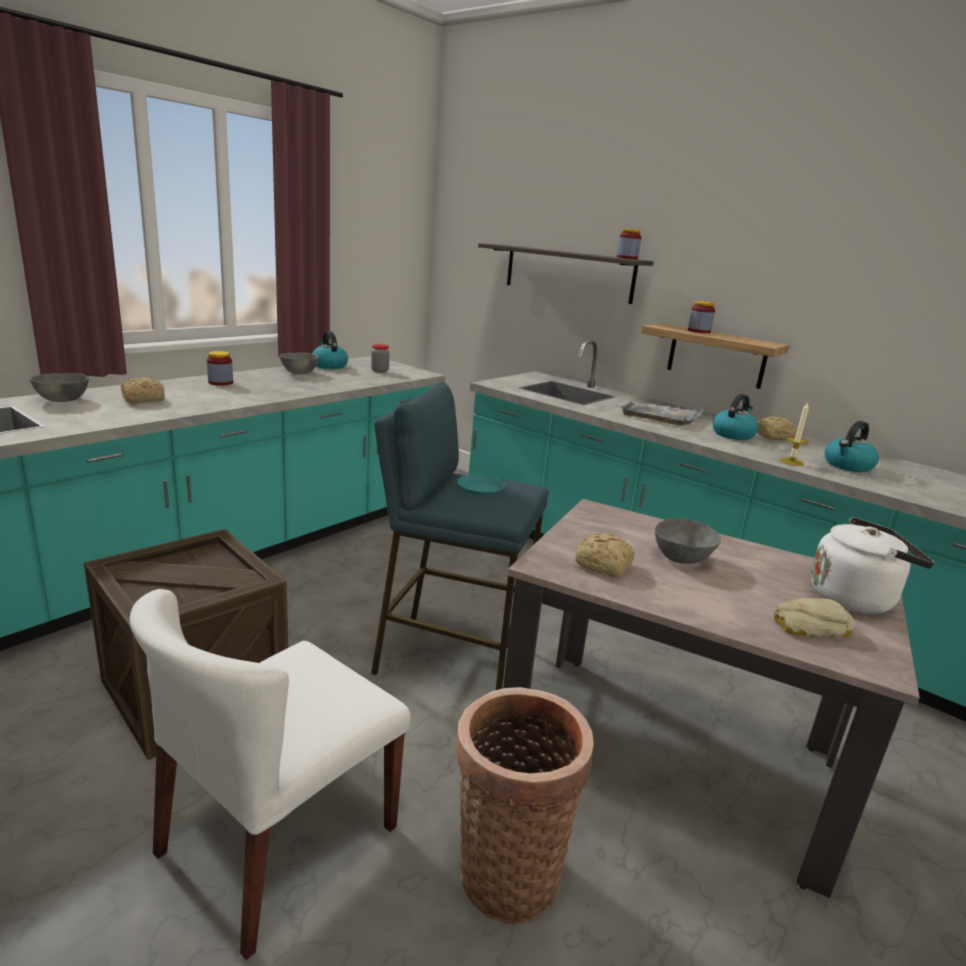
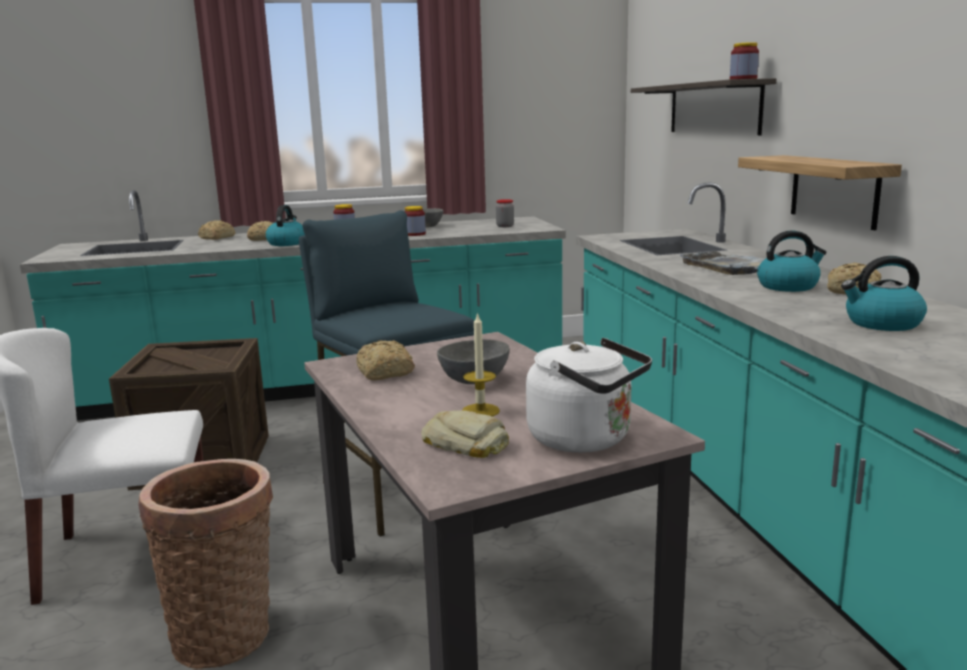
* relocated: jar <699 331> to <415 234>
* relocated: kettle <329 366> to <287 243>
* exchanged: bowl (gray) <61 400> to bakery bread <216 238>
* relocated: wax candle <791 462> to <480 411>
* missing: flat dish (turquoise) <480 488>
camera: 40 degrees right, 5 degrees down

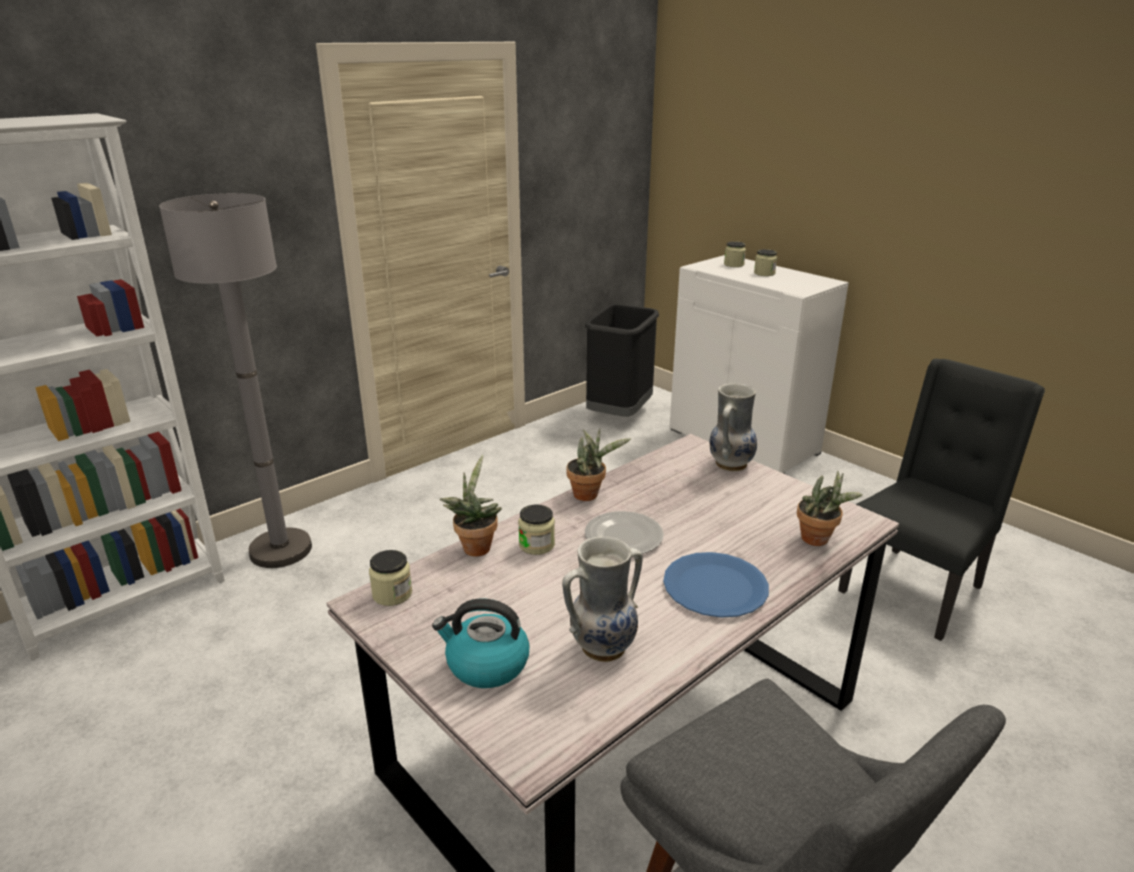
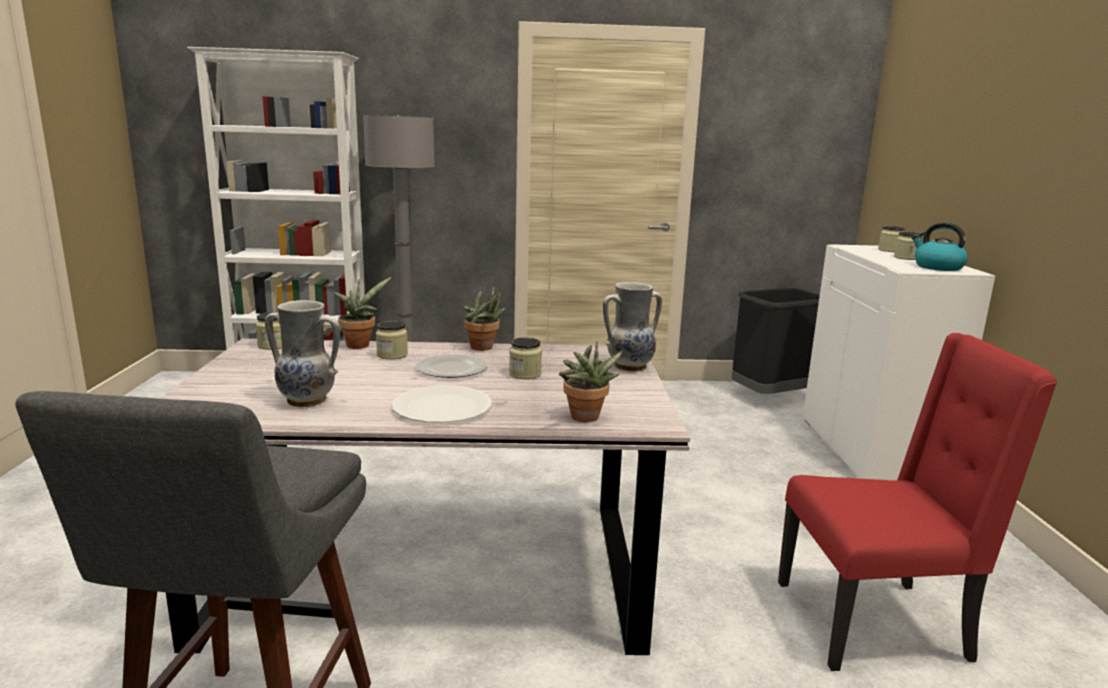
* colour: chair (black) <913 589> to chair (red) <875 622>
* colour: flat dish (blue-coloured) <715 587> to flat dish (whitish) <442 407>
* relocated: kettle <486 665> to <937 267>
* appeared: jar <525 374>
camera: 40 degrees right, 10 degrees down

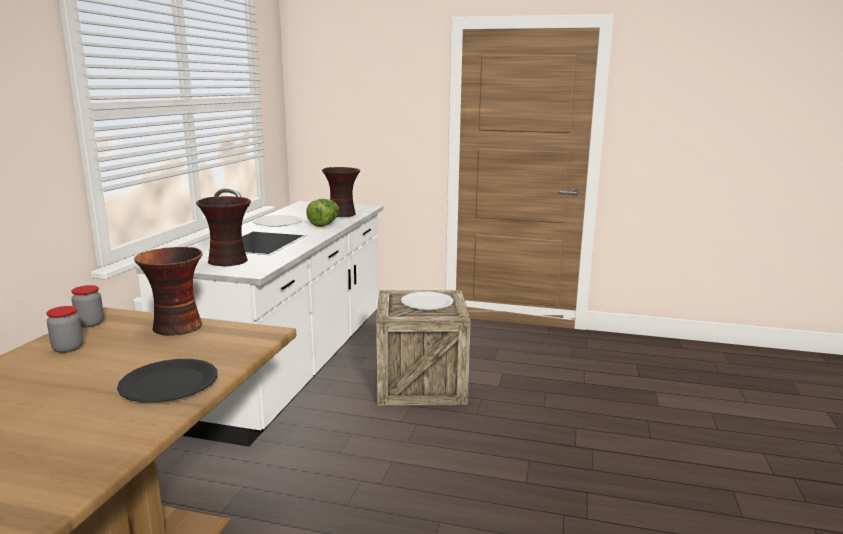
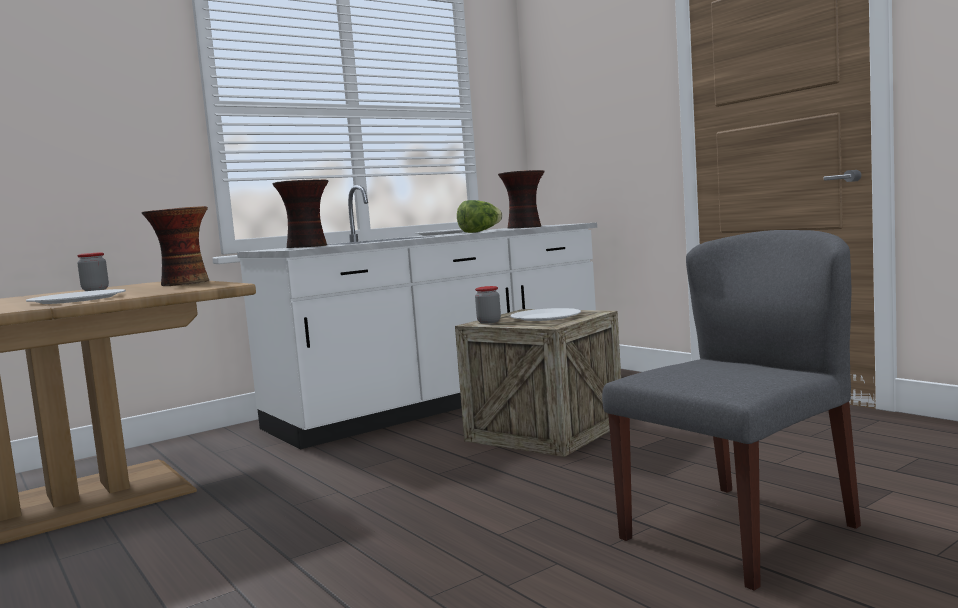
* relocated: jar <90 323> to <489 322>
* colour: flat dish (black) <169 383> to flat dish (whitish) <77 299>
* appeared: chair (gray) <739 531>
camera: 40 degrees right, 10 degrees down

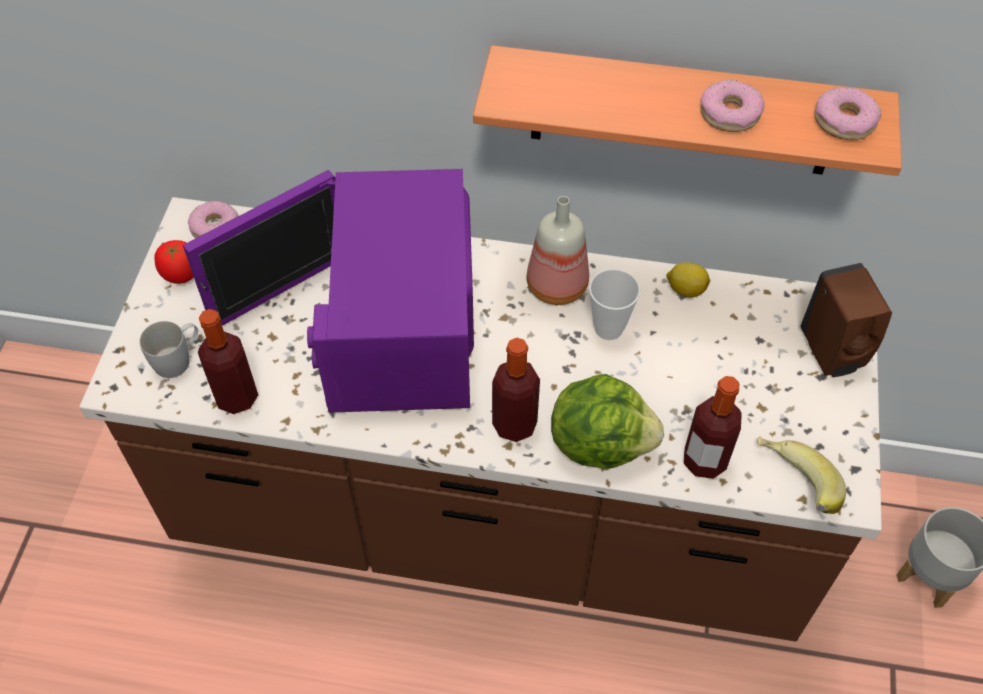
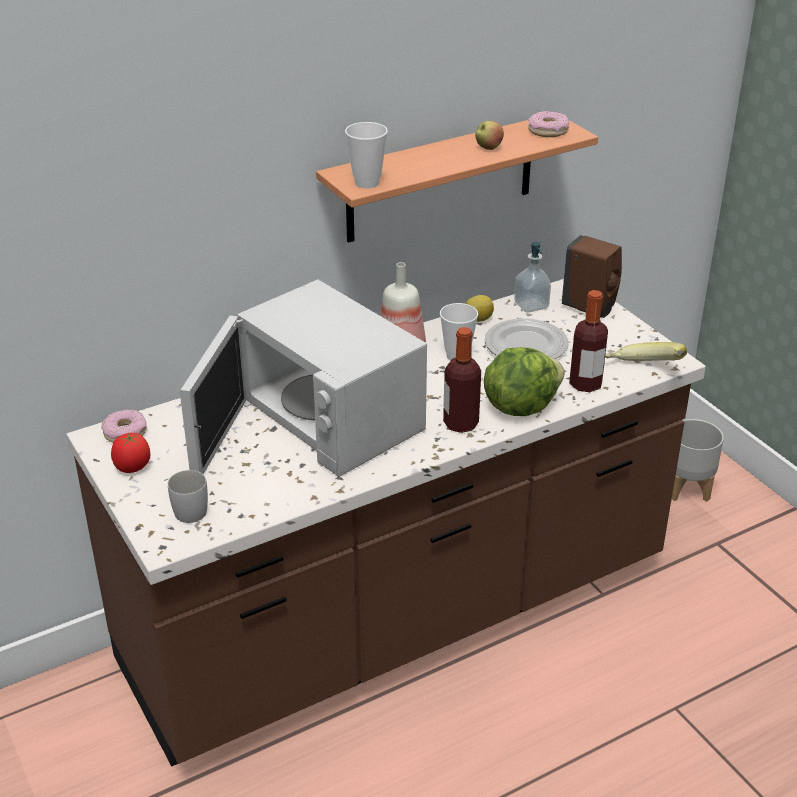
* exchanged: ring doughnut <730 113> to whole apple <488 148>
* colour: kitchen microwave (purple) <392 324> to kitchen microwave (whitish) <321 418>
* missing: bottle <236 397>
* appeared: small cup <367 183>
* appeared: liquid soap bottle <531 305>
* appeared: flat dish <527 344>
camera: 40 degrees left, 20 degrees down

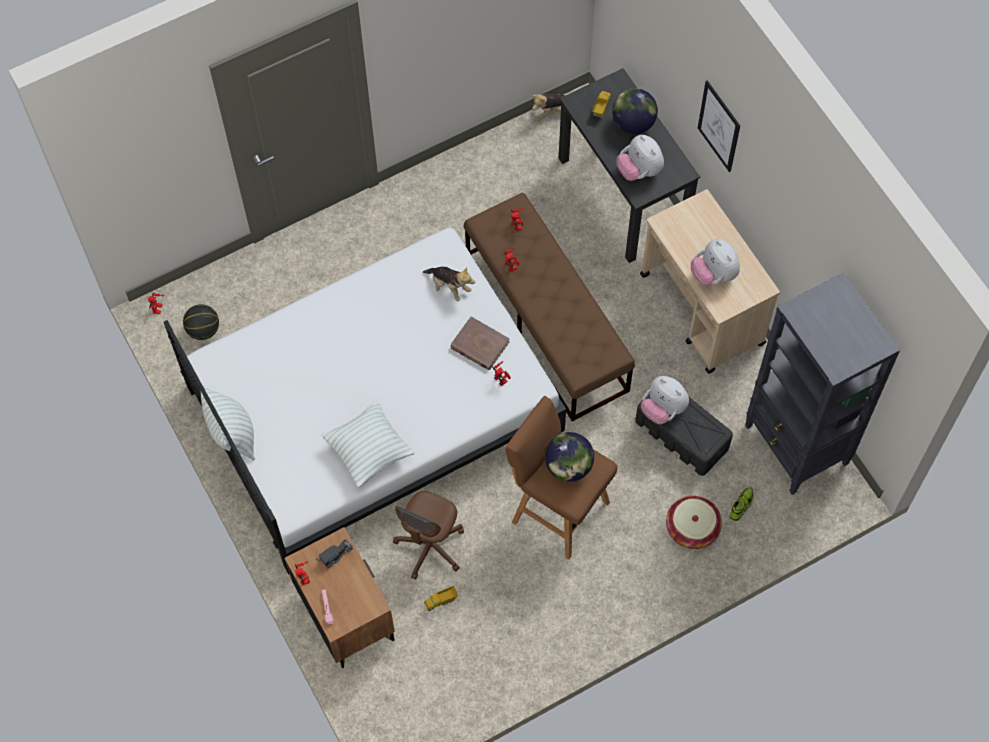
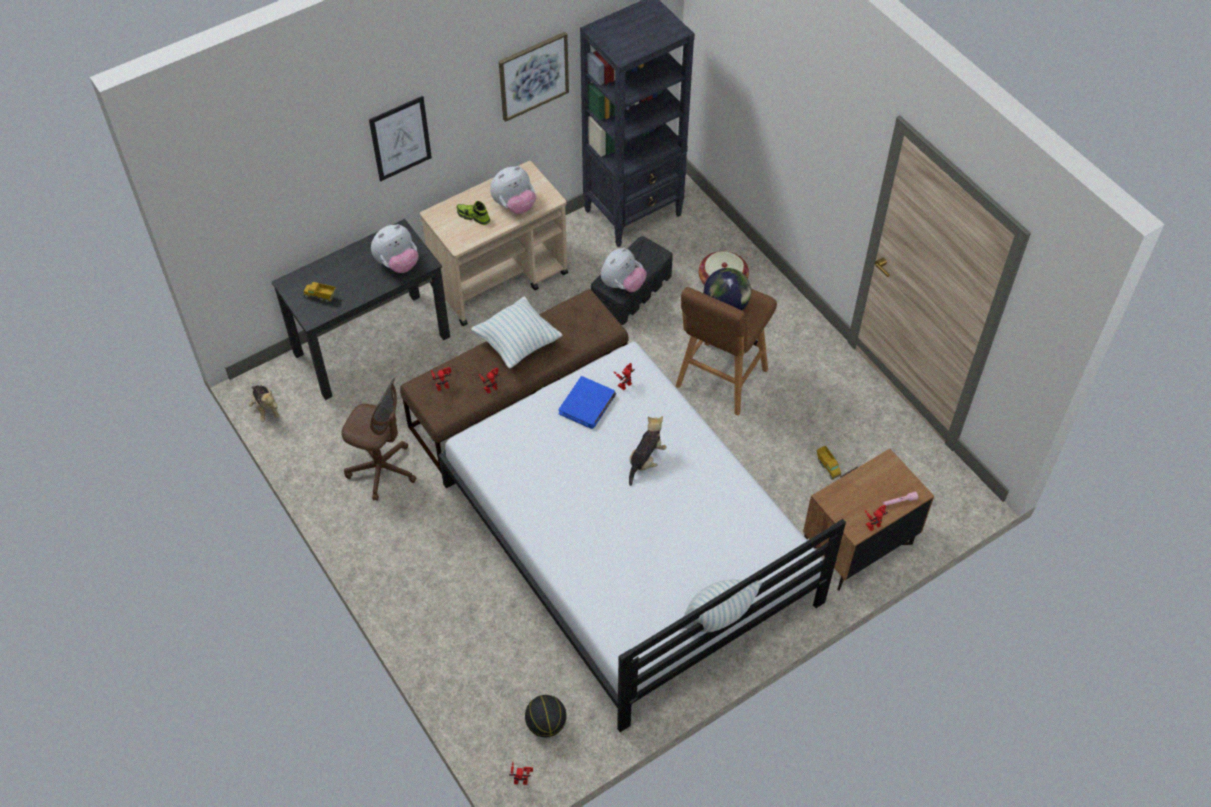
* missing: desk globe <633 123>
* relocated: soft toy <449 287> to <646 460>
* colour: bound book (brown-coloured) <479 345> to bound book (blue-coloured) <587 404>
* relocated: cushion <368 451> to <517 343>
* relocated: shoe <741 505> to <473 217>
* relocated: desk chair (brown-coloured) <430 547> to <382 470>
* missing: toy lorry <335 555>
* appeared: picture <533 76>
camera: 95 degrees left, 10 degrees down

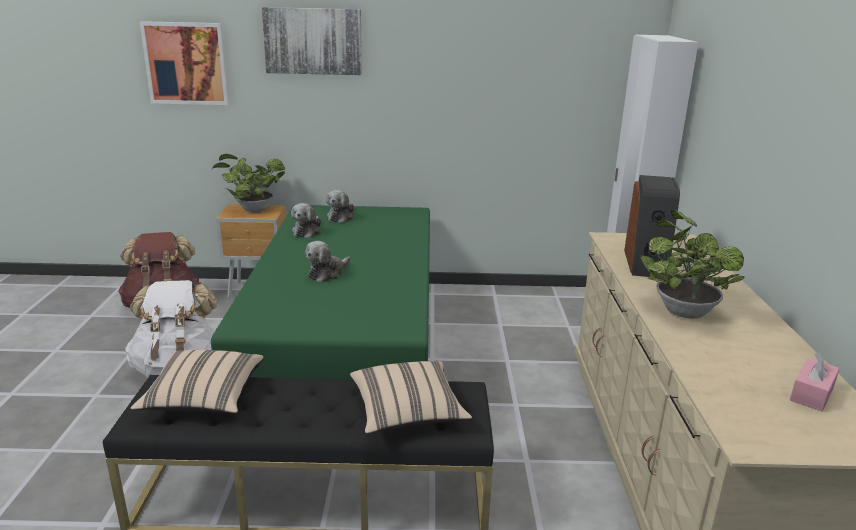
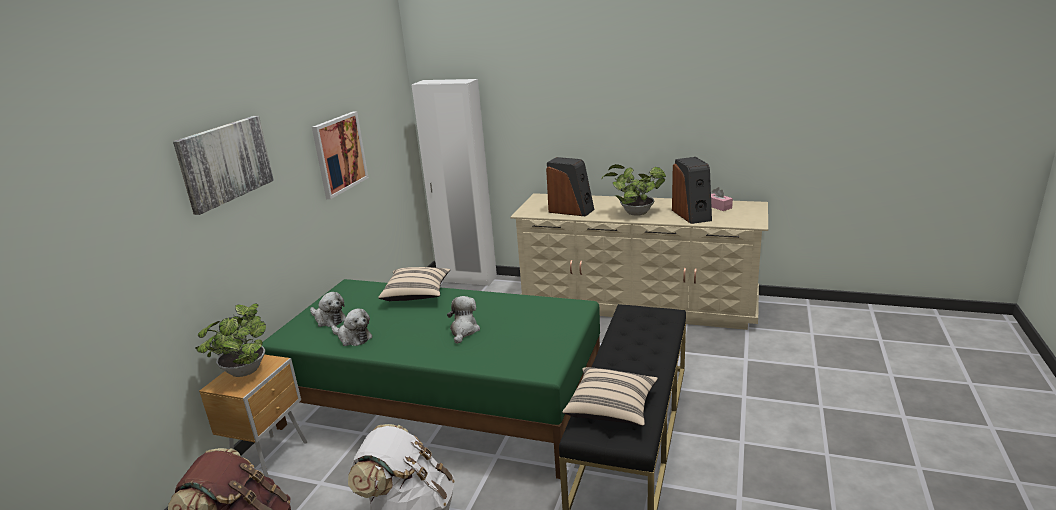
* relocated: picture <186 63> to <339 154>
* spun: soft toy <327 273> = <464 331> 135 degrees counterclockwise
* relocated: cushion (sand-coloured) <407 413> to <417 294>
* appeared: loudspeaker <692 215>
camera: 70 degrees left, 0 degrees up

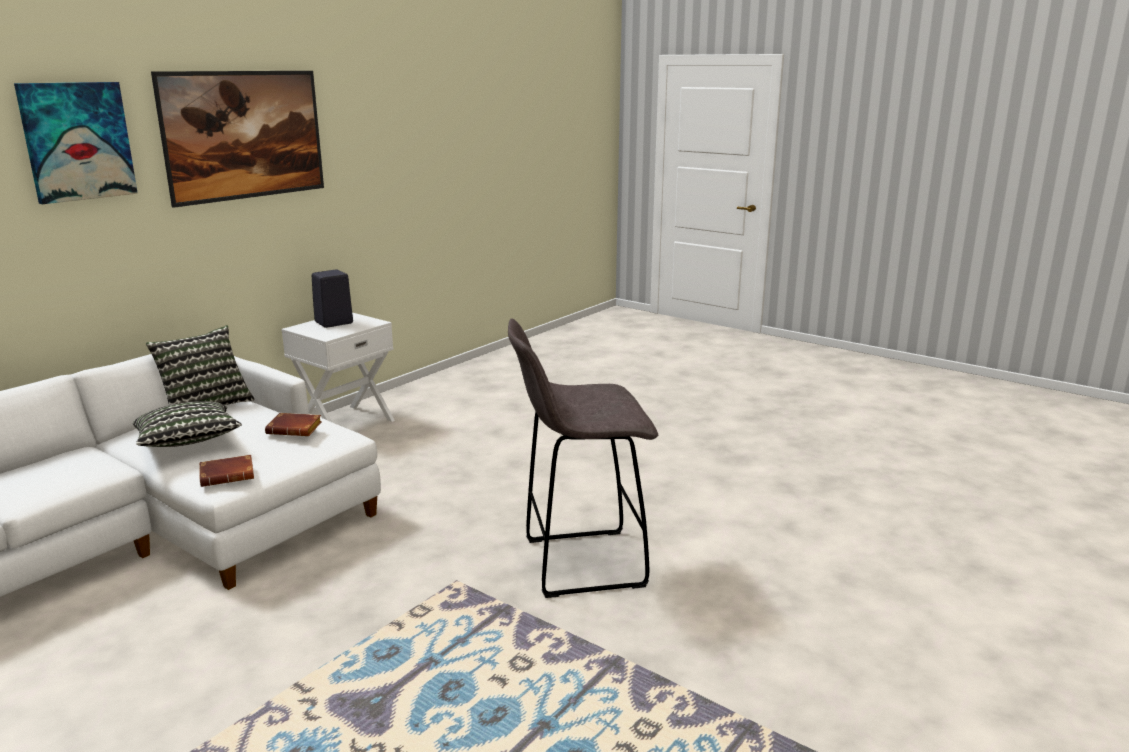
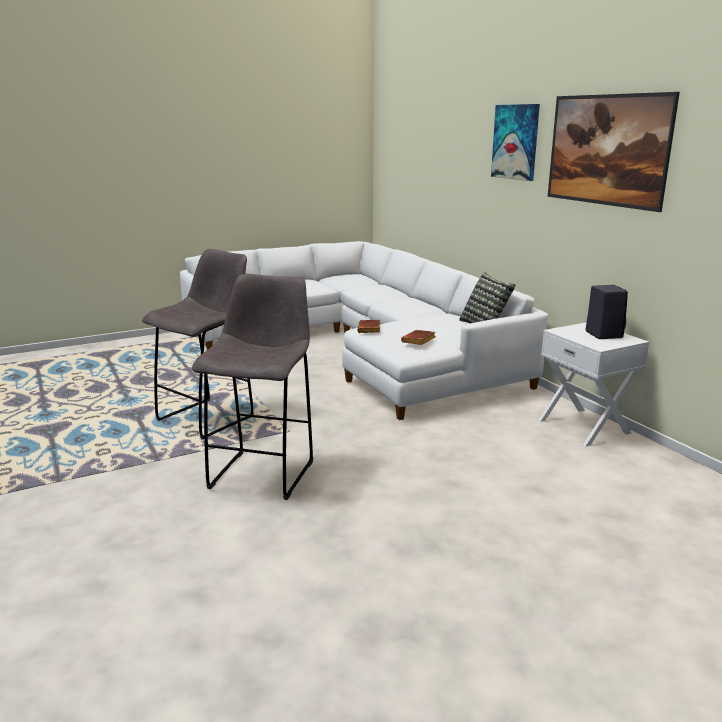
* missing: cushion <188 443>
* appeared: stool seat (gray) <208 418>
camera: 115 degrees right, 0 degrees up

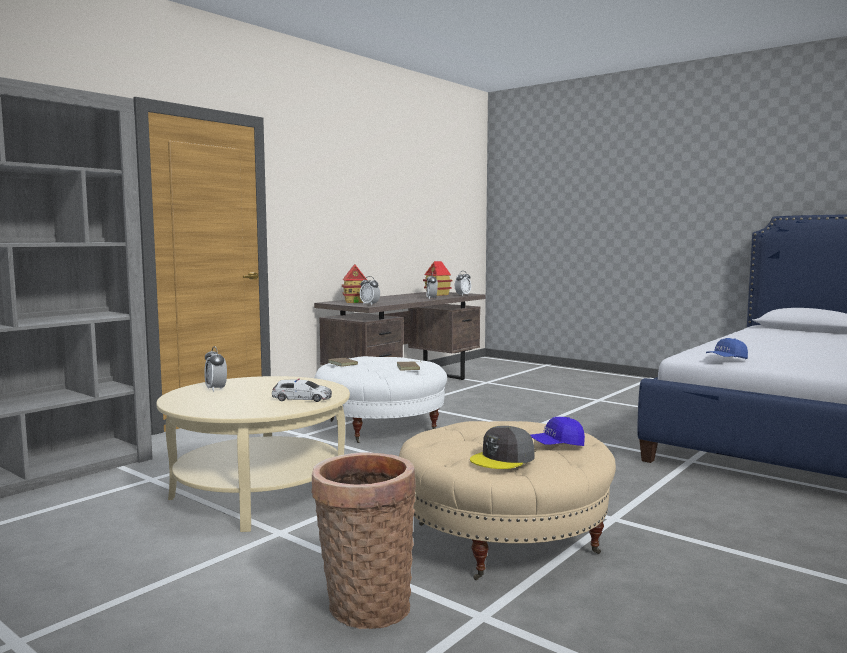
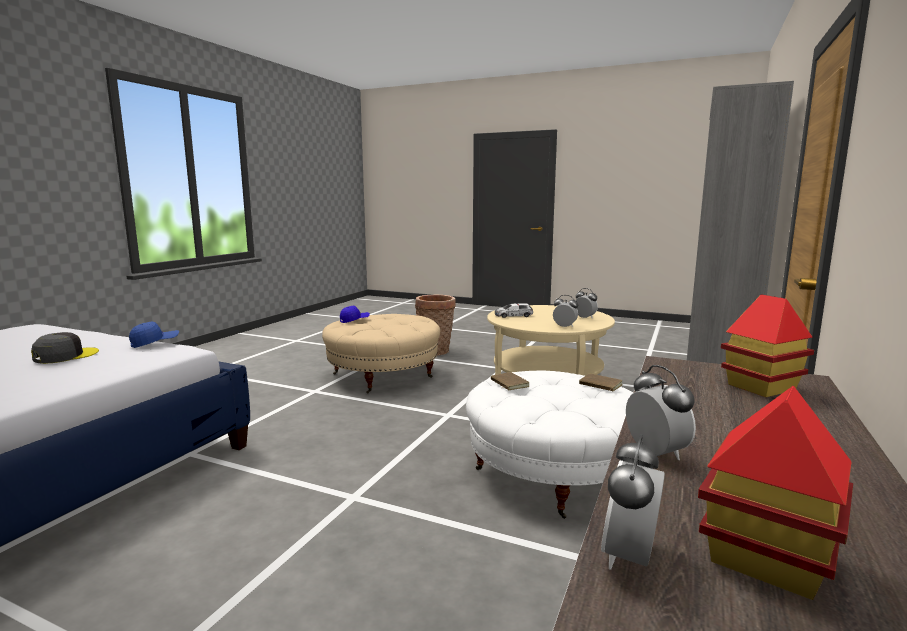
* relocated: bedside clock <369 304> to <564 327>
* relocated: peaked cap (gray) <503 458> to <65 356>
camera: 165 degrees right, 5 degrees up

